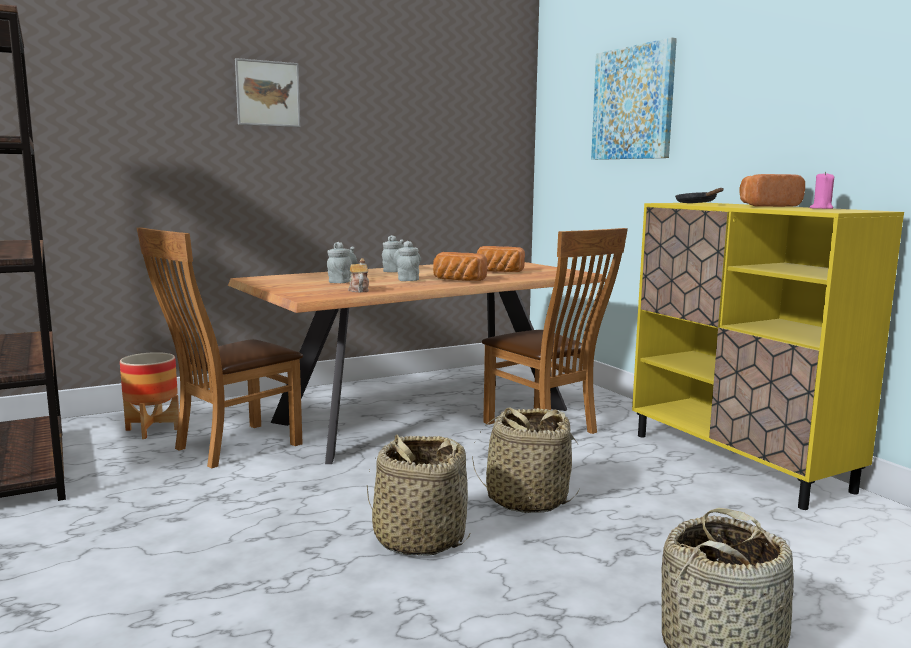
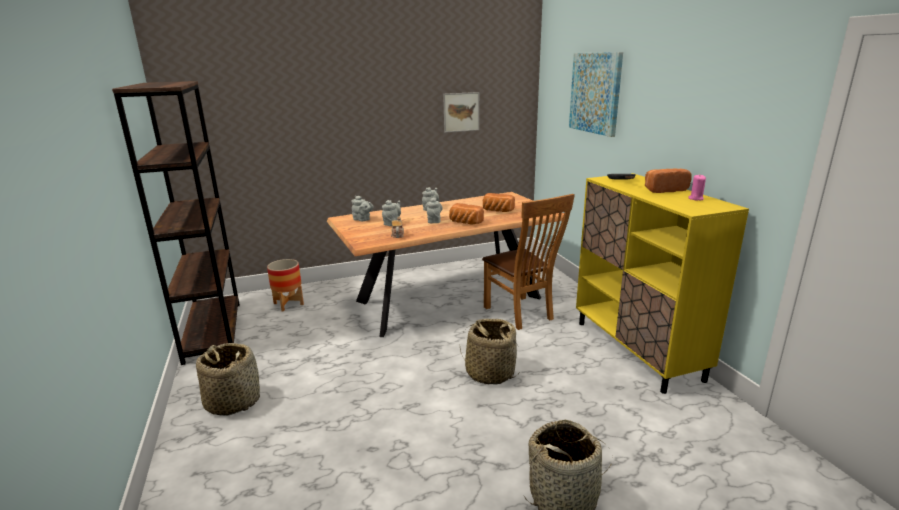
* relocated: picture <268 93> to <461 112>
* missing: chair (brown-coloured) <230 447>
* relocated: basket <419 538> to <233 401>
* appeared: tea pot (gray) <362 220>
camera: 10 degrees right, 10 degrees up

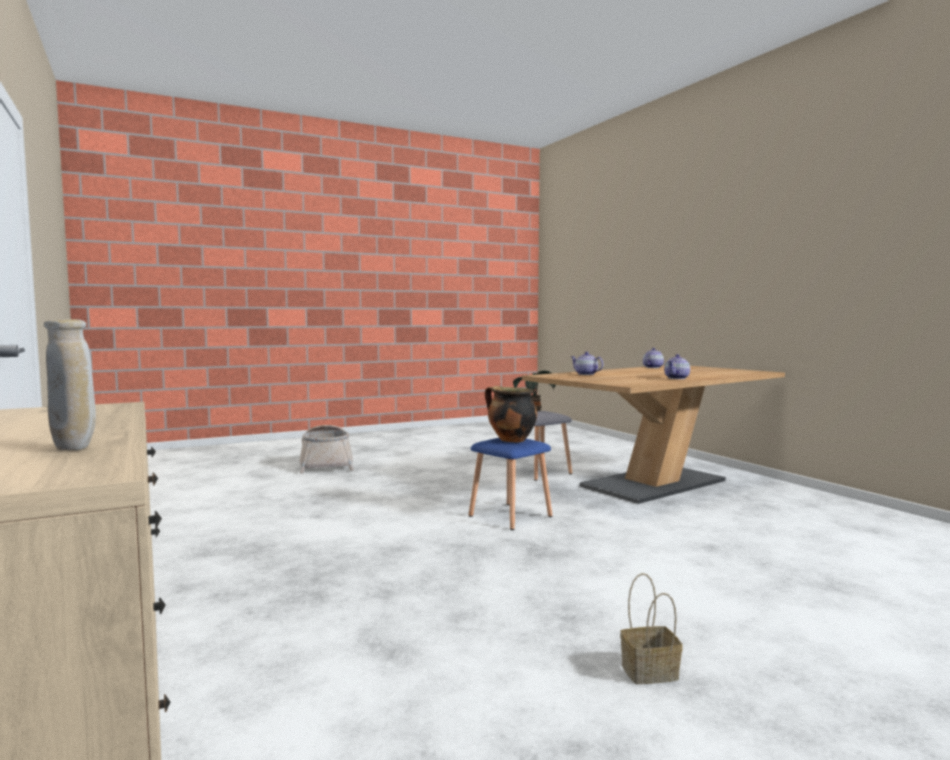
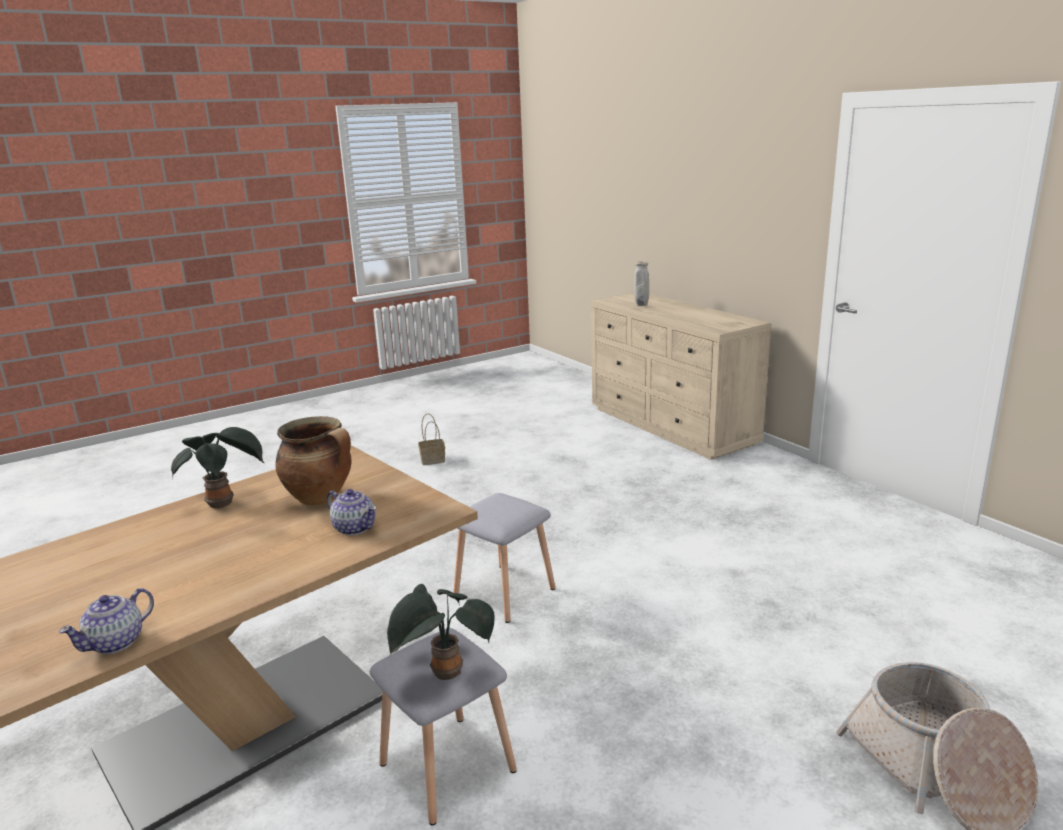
* exchanged: tea pot <677 378> to houseplant <224 503>
* relocated: cooking pot <510 440> to <321 498>
* colour: stool seat (blue-coloured) <509 516> to stool seat (gray) <506 592>
camera: 175 degrees right, 15 degrees up

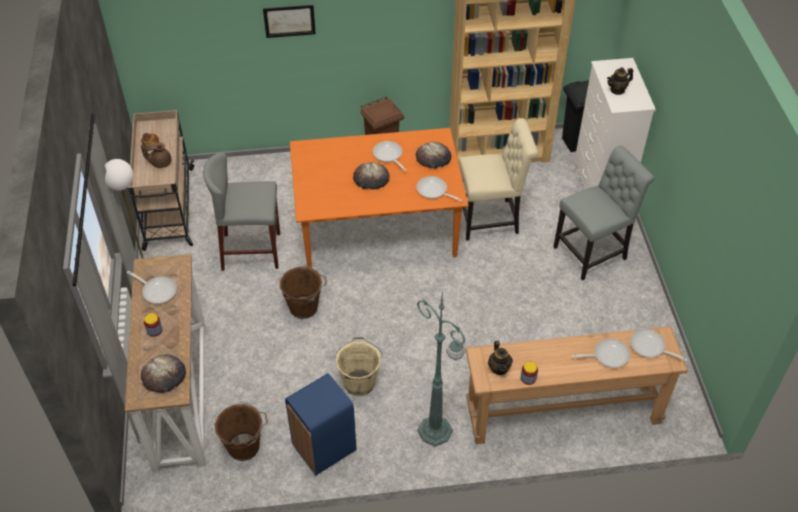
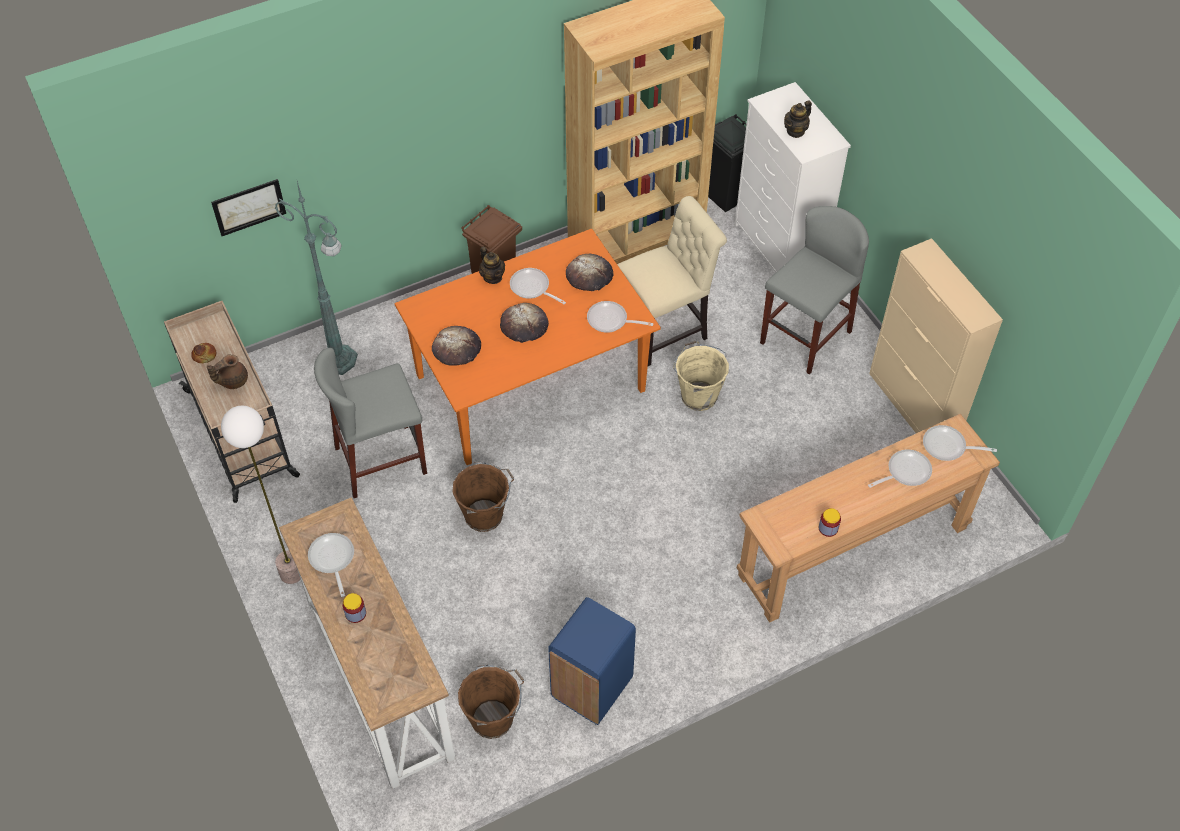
* relocated: picture <289 21> to <249 207>
* exchanged: chair (gray) <593 252> to stool seat (gray) <805 337>
* spun: skillet <157 290> = <332 560> 120 degrees counterclockwise
* relocated: standing lamp (green-coloured) <436 432> to <340 360>
* relocated: bucket (sand-coloured) <359 382> to <698 395>
* relocated: tea pot <499 368> to <493 277>
* relocated: bakery bread <164 375> to <457 348>
* appeared: cabinet (sand-coloured) <913 406>
camera: 20 degrees left, 5 degrees up

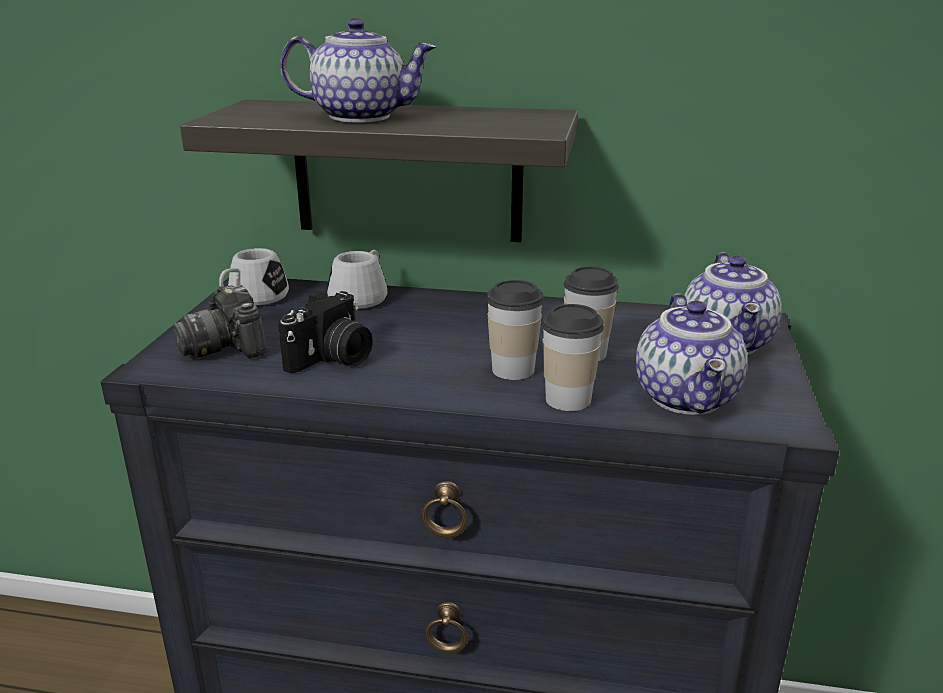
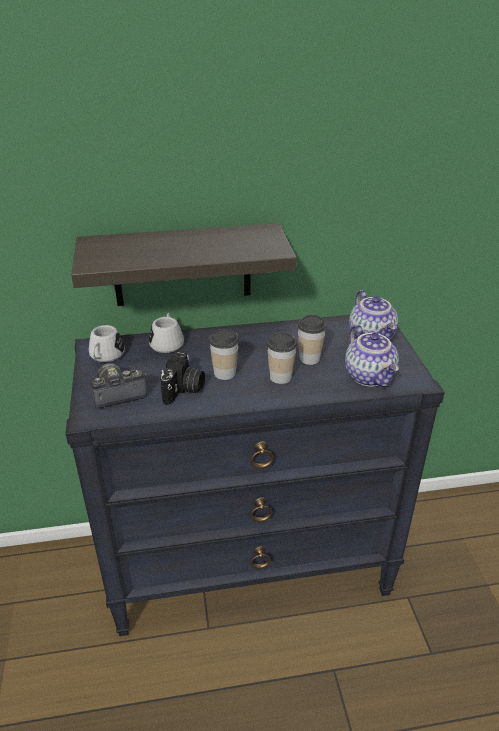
* missing: tea pot <362 116>
* spun: still camera <226 346> = <118 394> 120 degrees clockwise
* relocated: small cup <568 400> to <225 373>
camera: 20 degrees left, 10 degrees up

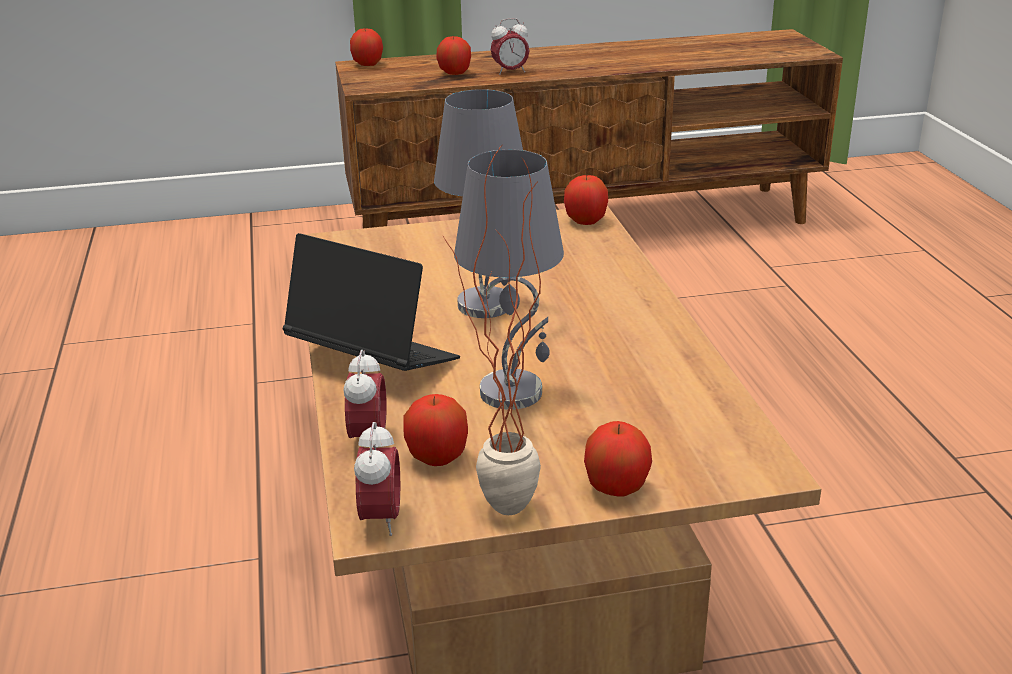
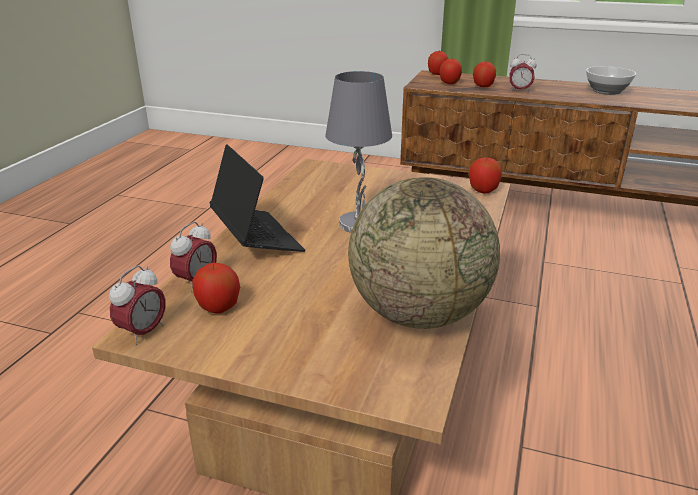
* missing: houseplant <499 519>
* missing: lamp for a table (gray) <513 392>
* relocated: whole apple <616 487> to <449 83>
* appeared: bowl <606 91>
* appeared: desk globe <418 313>
camera: 30 degrees right, 0 degrees up

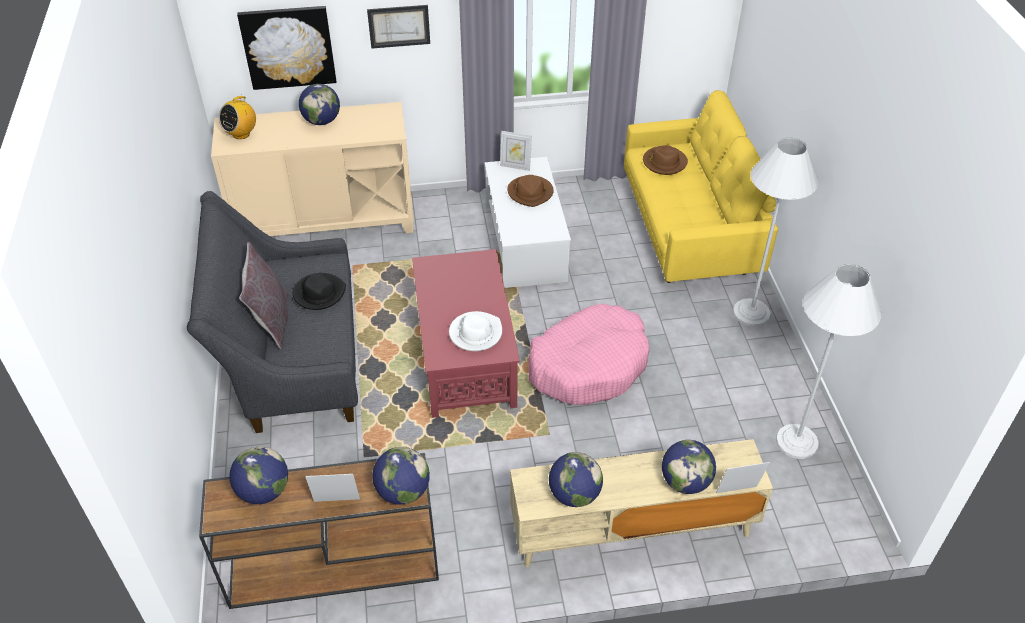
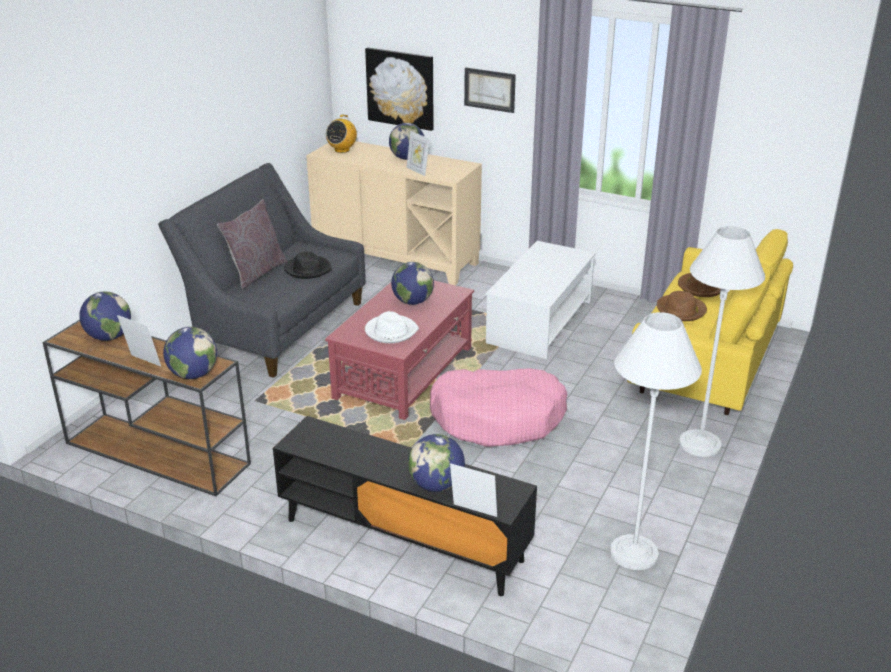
* spun: radio receiver <241 134> = <342 150> 45 degrees counterclockwise
* relocated: photo frame <515 166> to <418 171>
* relocated: clothing hat (brown-coloured) <530 193> to <681 310>
* colour: tv unit (sand-coloured) <631 530> to tv unit (black) <402 540>
* relocated: desk globe <574 495> to <412 302>
camera: 35 degrees right, 15 degrees down

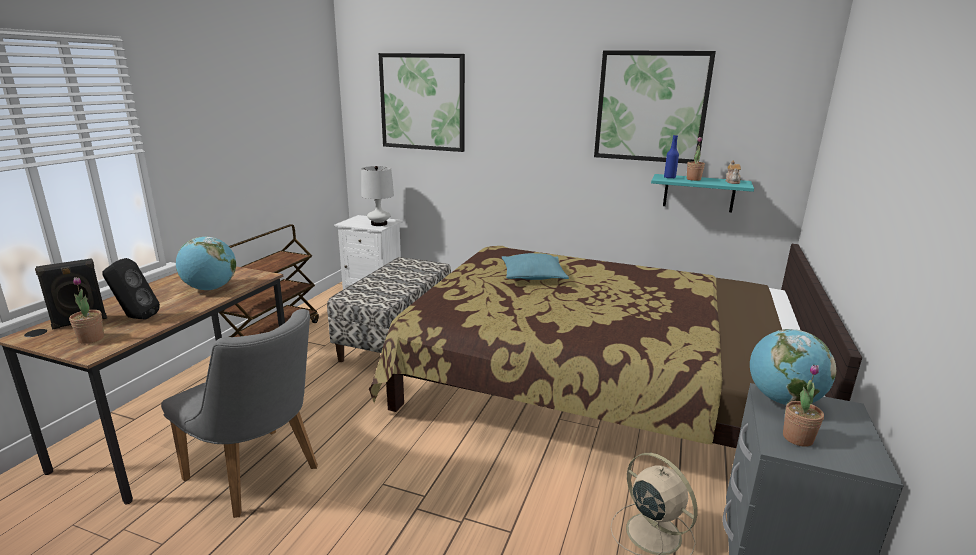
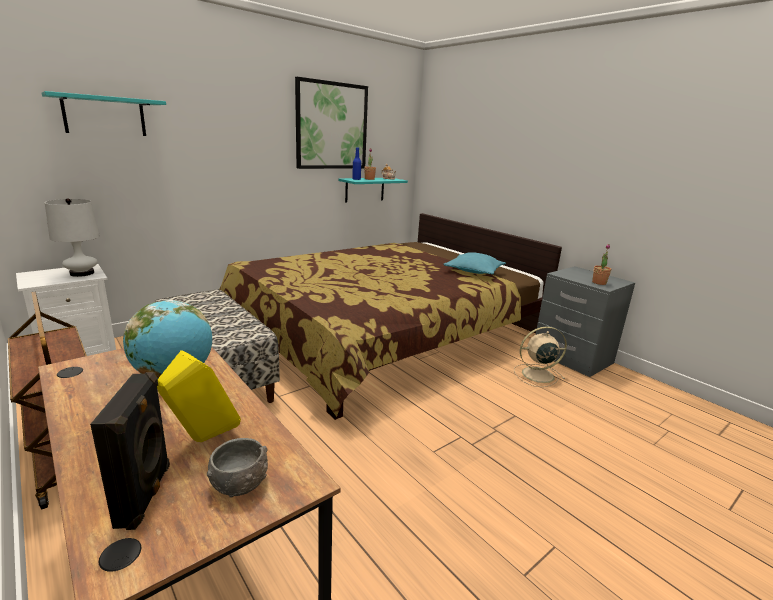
* exchanged: picture <422 102> to wall shelf (turquoise) <104 116>
* relocated: cushion (turquoise) <533 276> to <474 271>
* colour: loudspeaker (black) <135 318> to loudspeaker (yellow) <202 440>
* exchanged: houseplant <91 339> to bowl (gray) <239 483>
* missing: chair (gray) <260 476>
* missing: desk globe <782 400>
camera: 60 degrees left, 0 degrees up

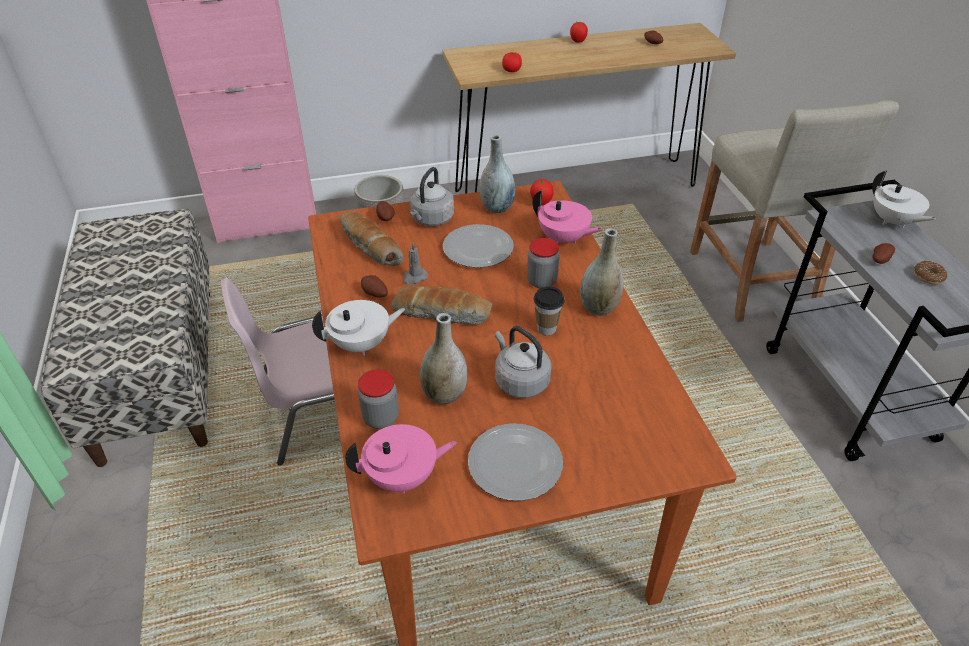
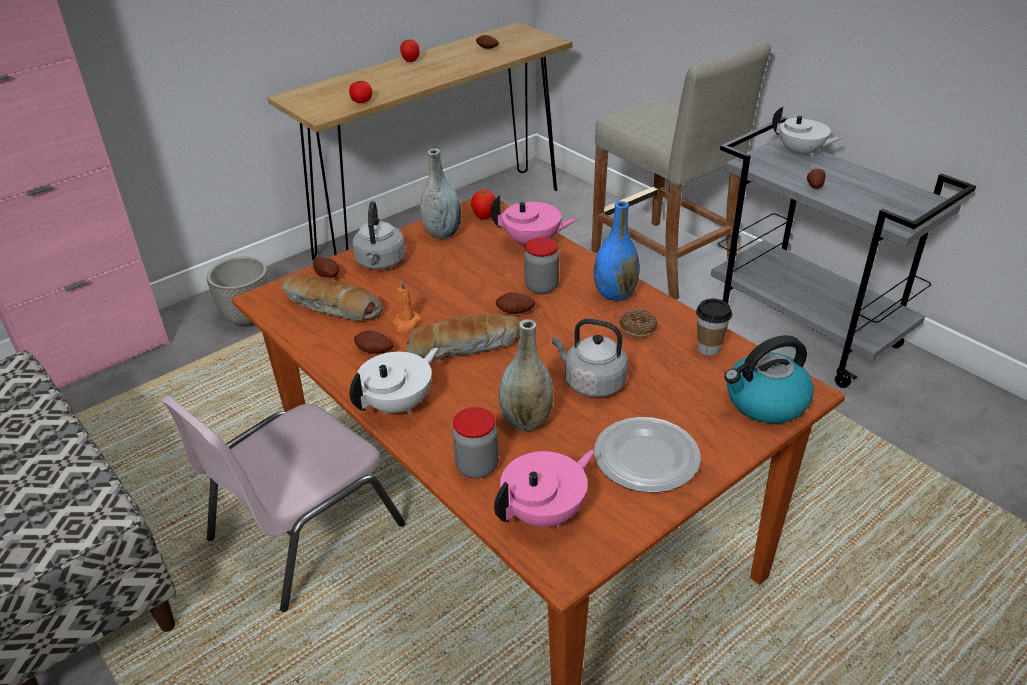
* missing: flat dish <477 249>
* colour: vase (gray) <598 308> to vase (blue-coloured) <615 294>
* colour: wax candle (gray) <414 278> to wax candle (orange-coloured) <406 323>
* relocated: ring doughnut <928 277> to <638 328>
* relocated: small cup <546 329> to <708 349>
* appeared: spud <515 313>
* appeared: kettle <765 402>
camera: 25 degrees left, 5 degrees down

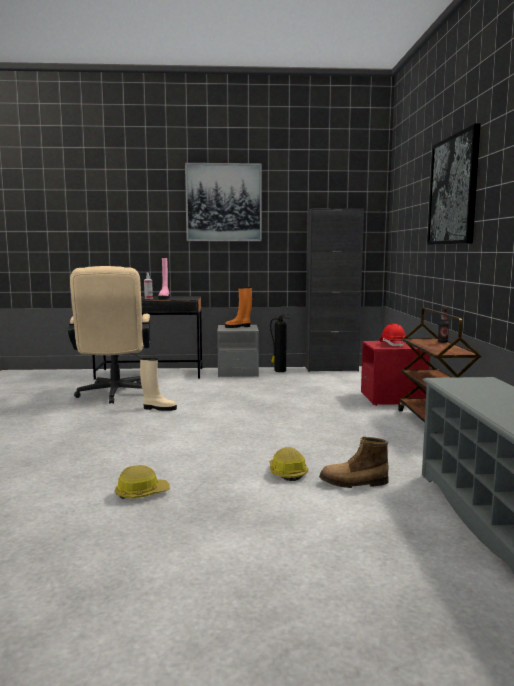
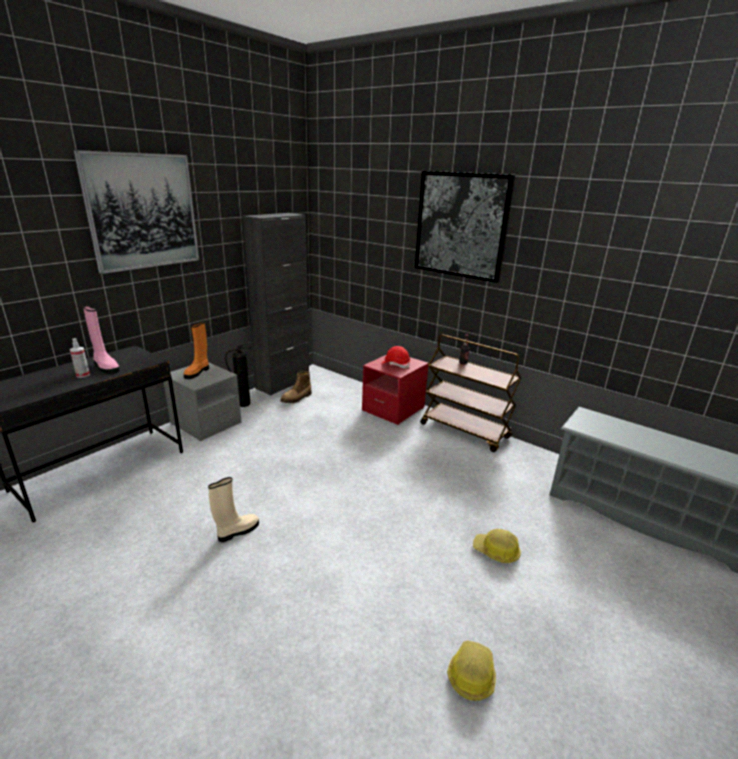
* missing: desk chair (sand-coloured) <114 395>
* relocated: tall boot <354 483> to <297 398>
camera: 50 degrees left, 15 degrees up

